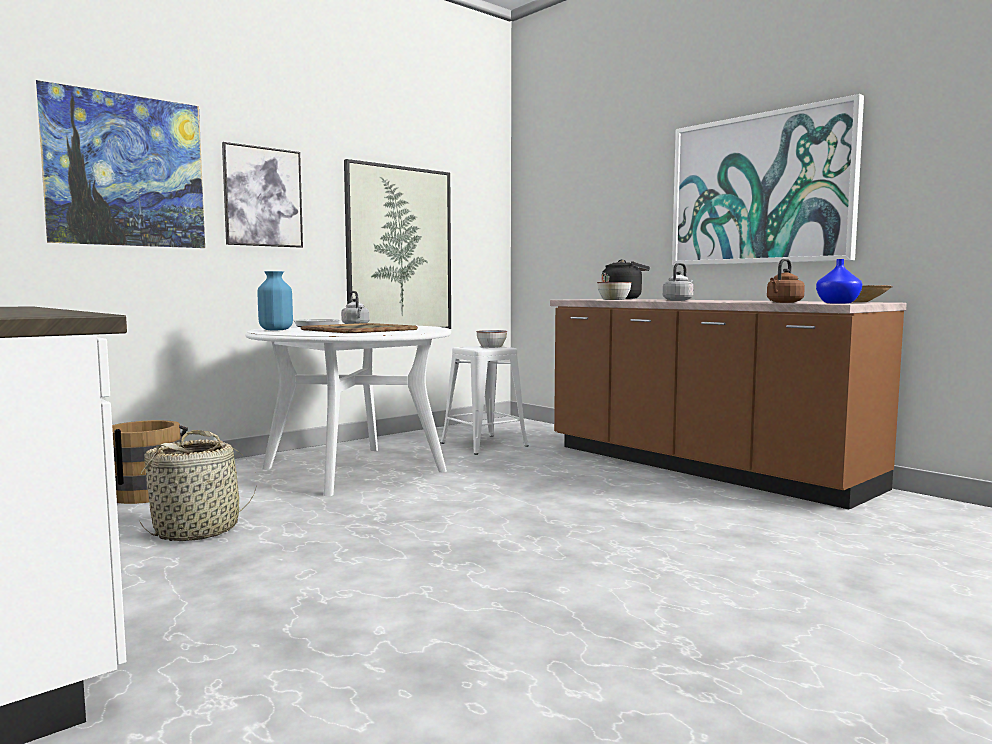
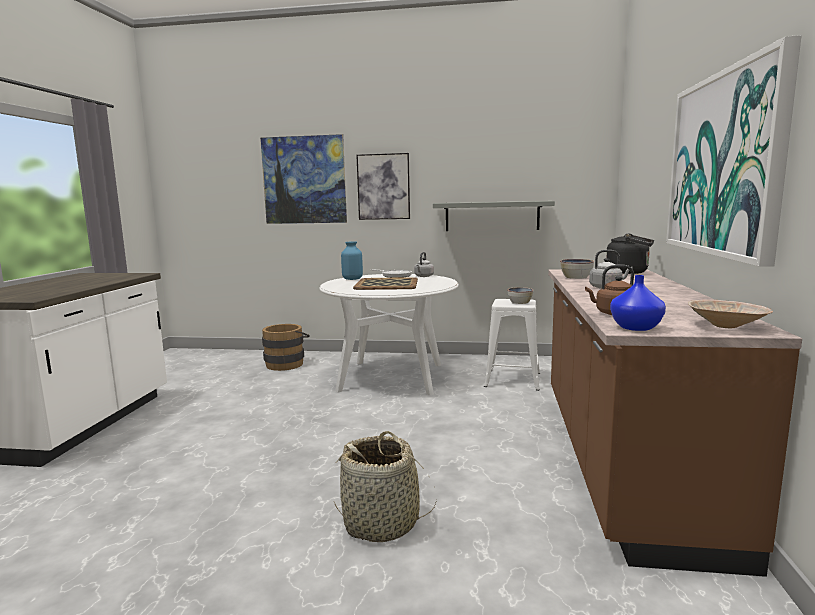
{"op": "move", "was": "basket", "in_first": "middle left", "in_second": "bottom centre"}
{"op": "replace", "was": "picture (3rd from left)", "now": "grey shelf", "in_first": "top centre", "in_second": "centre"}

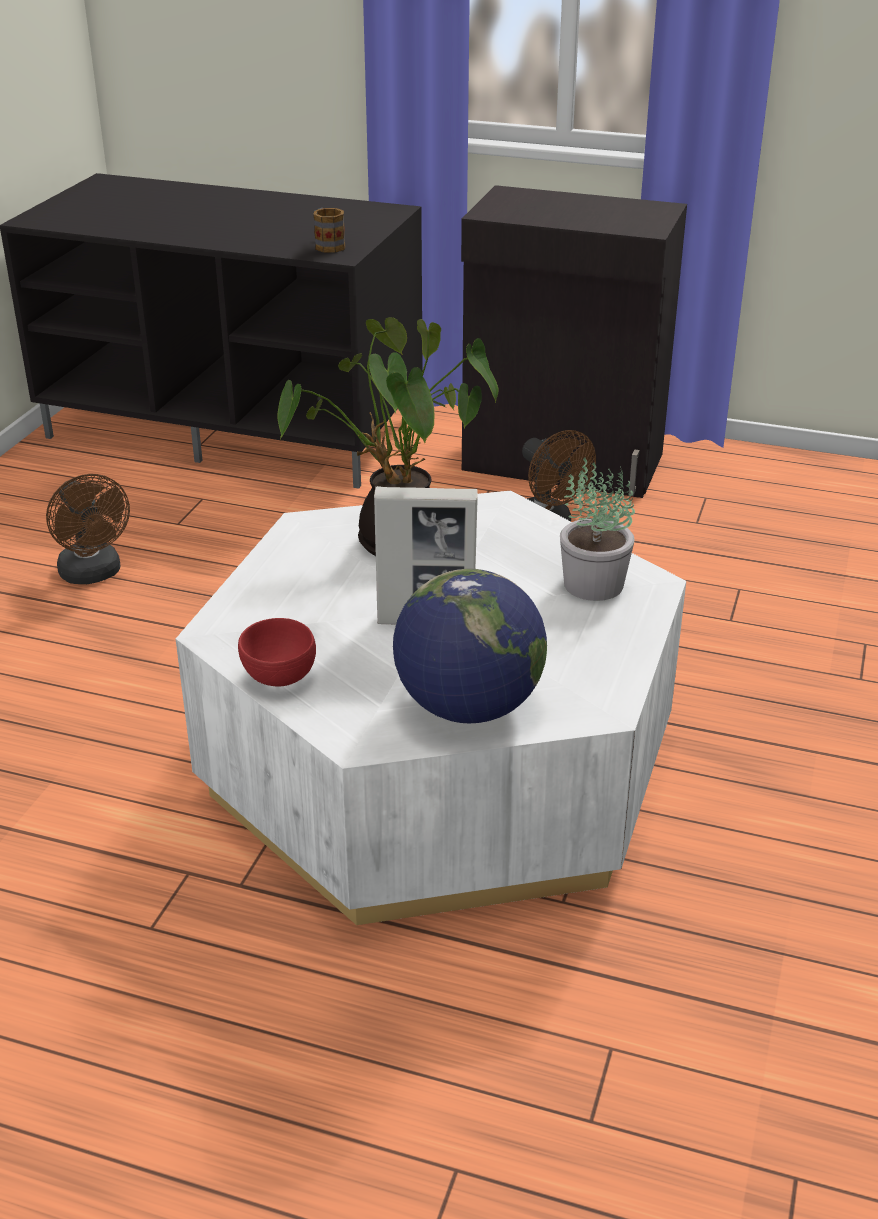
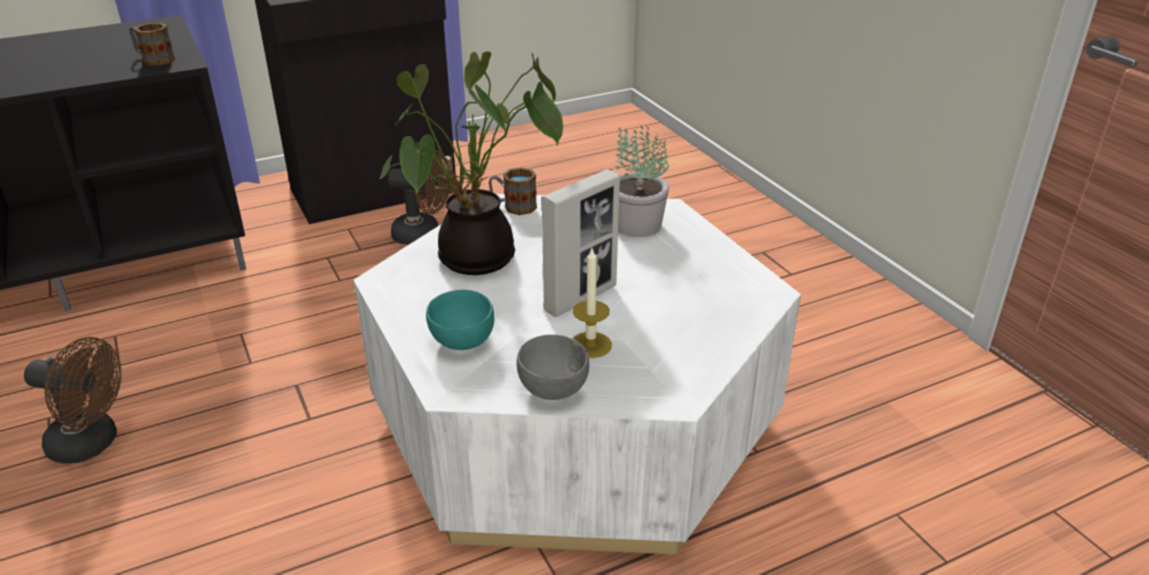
{"op": "delete", "was": "globe", "in_first": "centre"}
{"op": "insert", "now": "turquoise bowl", "in_second": "centre"}
{"op": "insert", "now": "mug (2nd from left)", "in_second": "top centre"}
{"op": "insert", "now": "candle", "in_second": "centre"}
{"op": "recolor", "was": "red bowl", "now": "grey bowl", "in_first": "middle left", "in_second": "centre"}

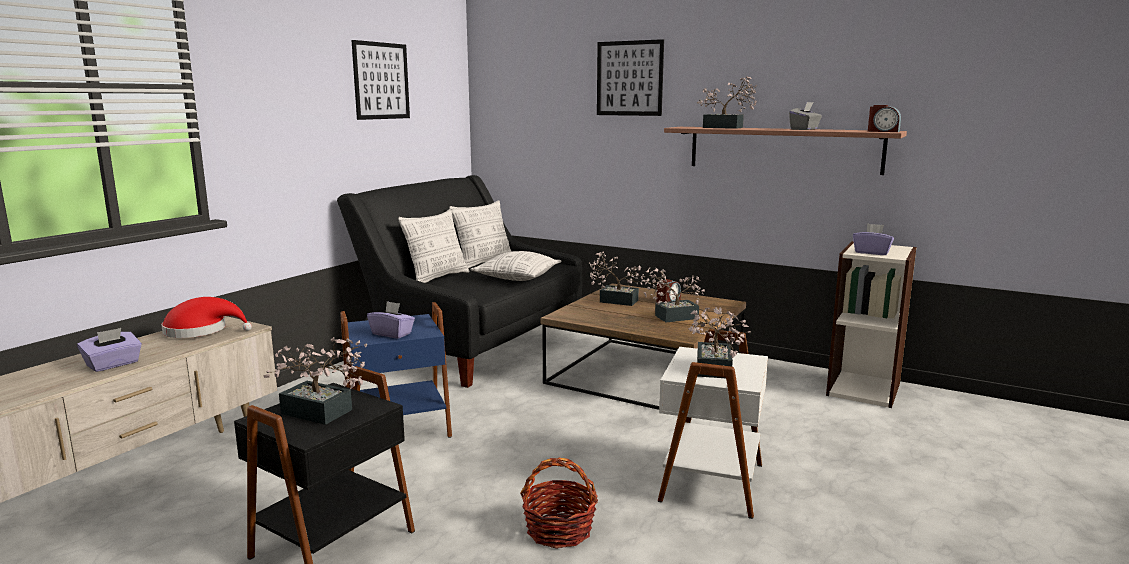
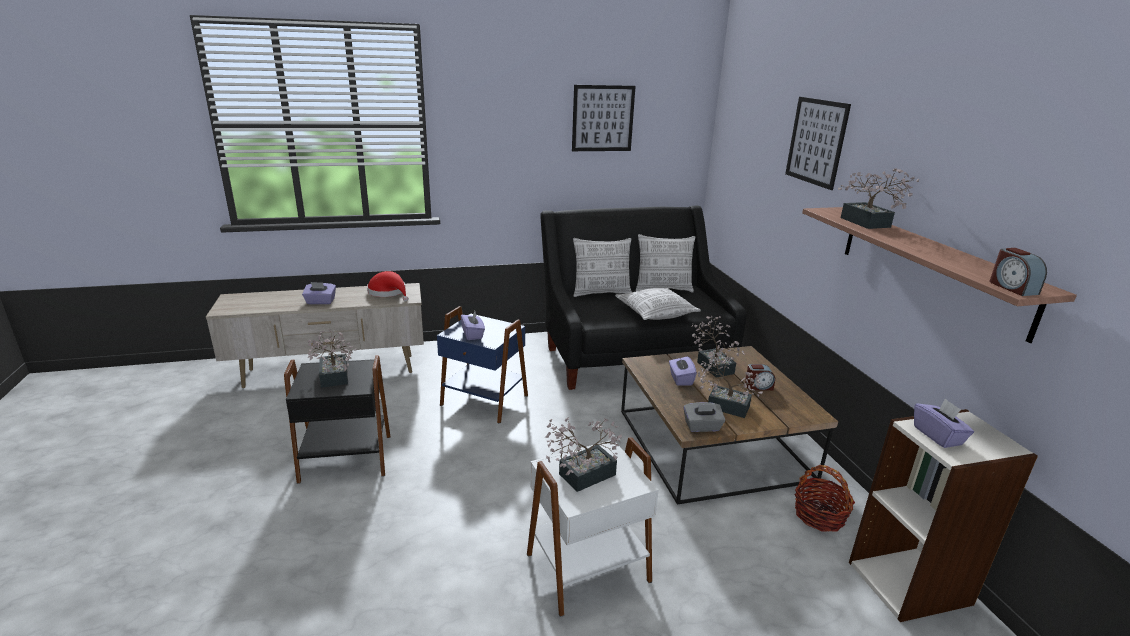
{"op": "insert", "now": "purple tissue box (3rd from left)", "in_second": "centre"}
{"op": "move", "was": "basket", "in_first": "bottom centre", "in_second": "bottom right"}
{"op": "move", "was": "grey tissue box", "in_first": "top right", "in_second": "centre"}

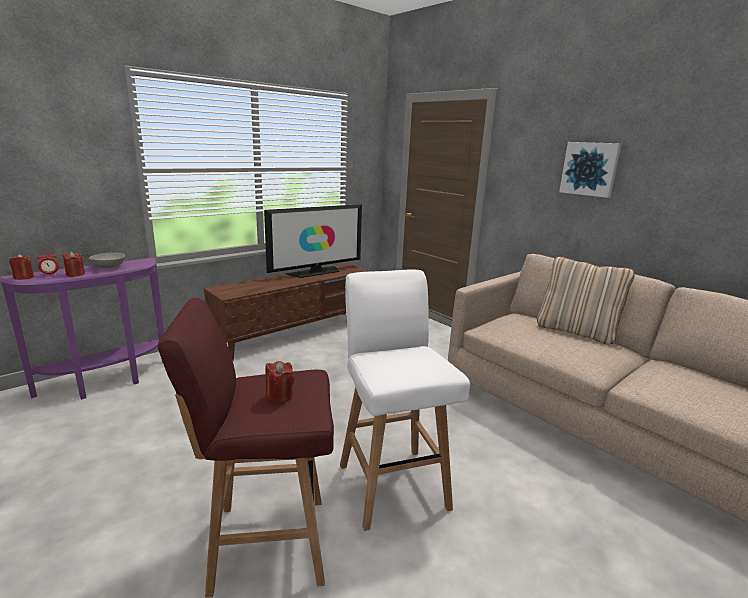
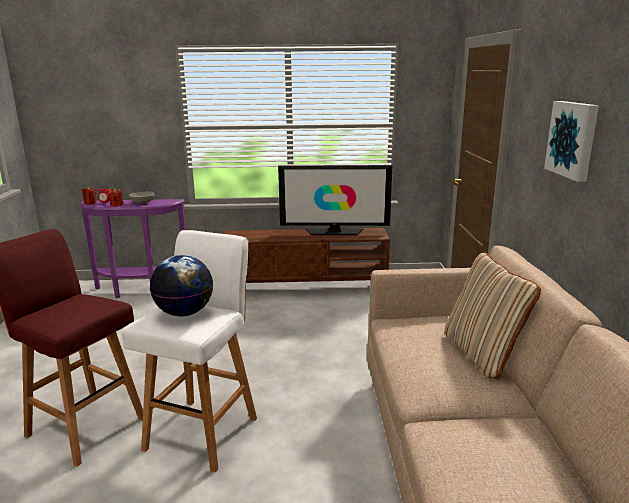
{"op": "delete", "was": "red candle (3rd from left)", "in_first": "centre"}
{"op": "insert", "now": "globe", "in_second": "middle left"}

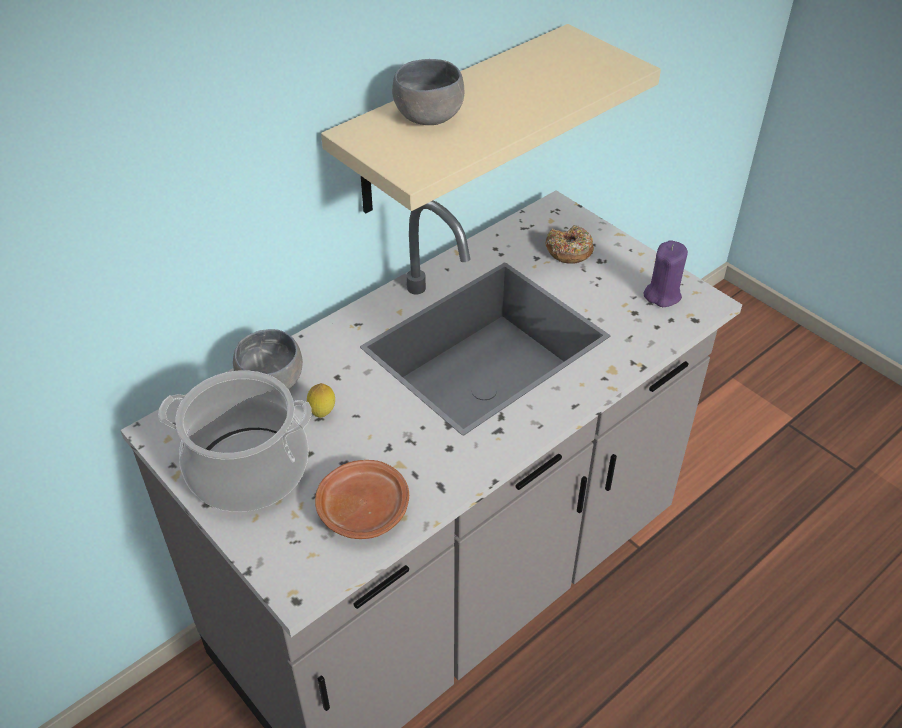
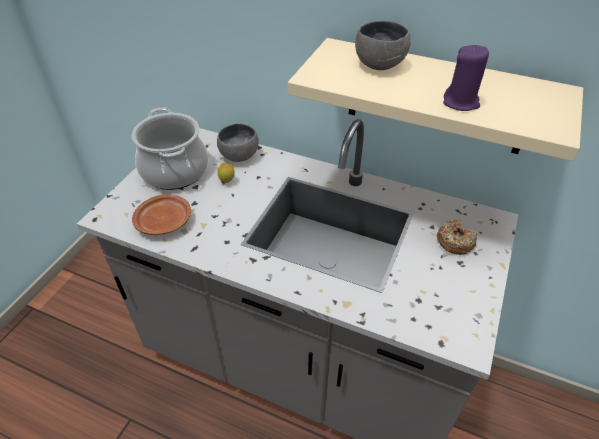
{"op": "move", "was": "purple candle", "in_first": "middle right", "in_second": "top right"}

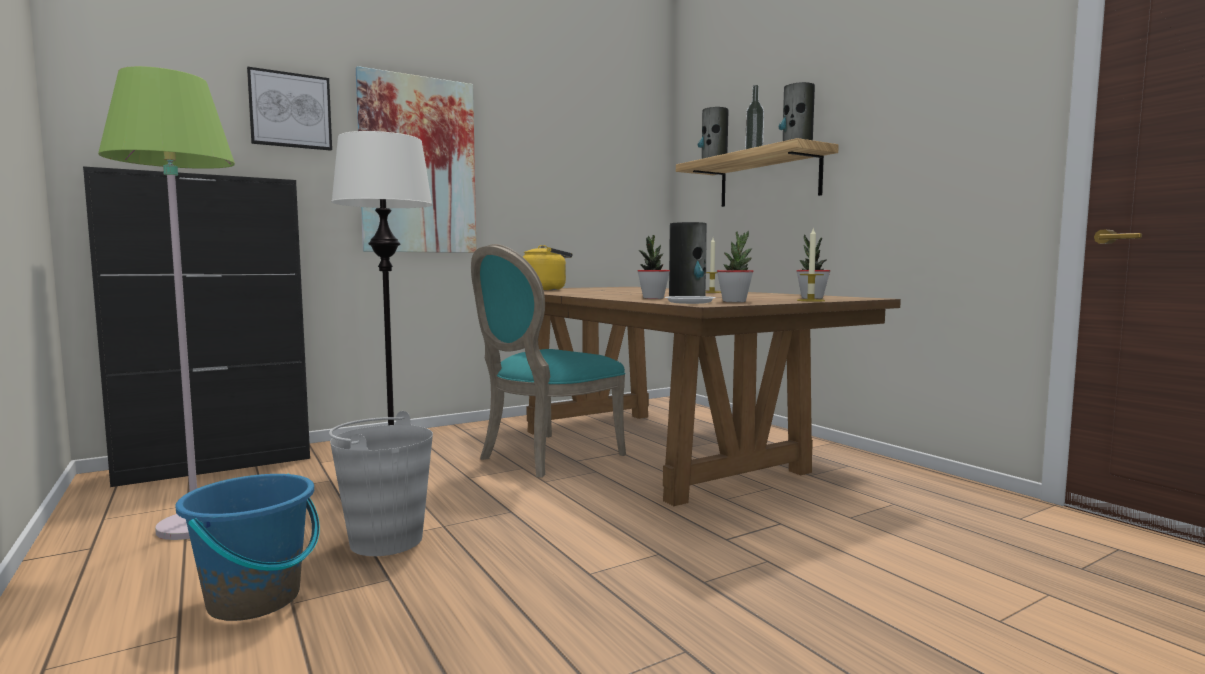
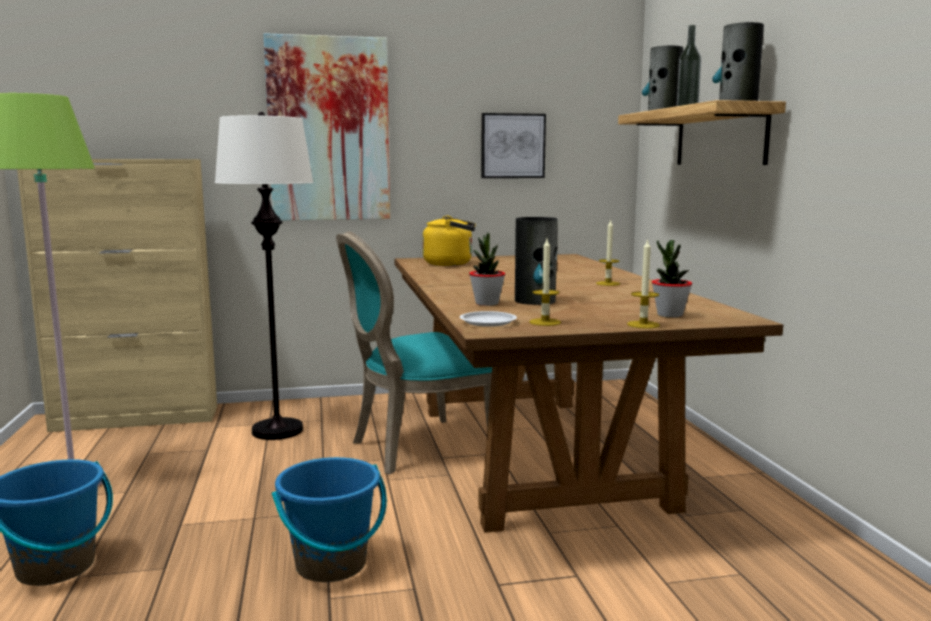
{"op": "delete", "was": "grey bucket", "in_first": "bottom left"}
{"op": "insert", "now": "blue bucket (2nd from left)", "in_second": "bottom centre"}
{"op": "move", "was": "picture (1st from left in the first image)", "now": "picture (2nd from left)", "in_first": "top left", "in_second": "top centre"}
{"op": "replace", "was": "potted plant (2nd from left)", "now": "candle (1st from left)", "in_first": "centre", "in_second": "centre"}
{"op": "recolor", "was": "black cabinet", "now": "beige cabinet", "in_first": "middle left", "in_second": "middle left"}

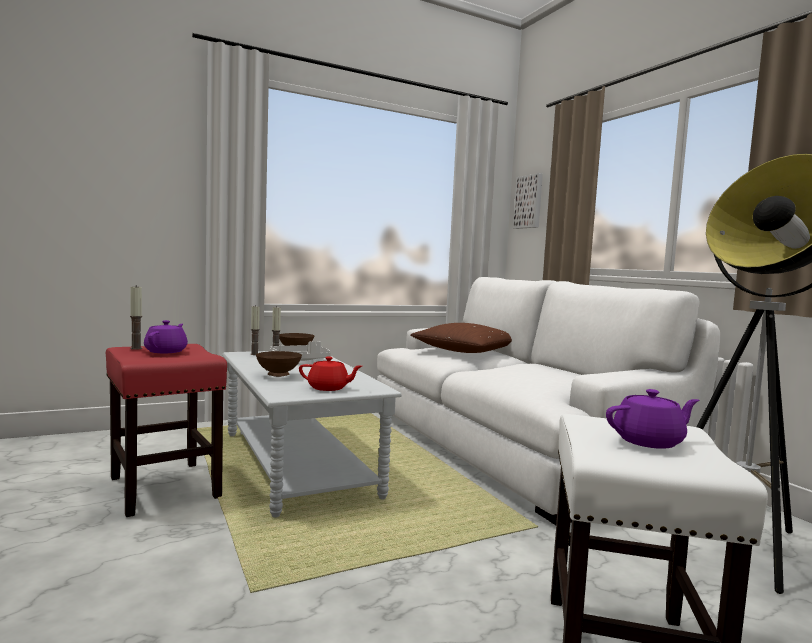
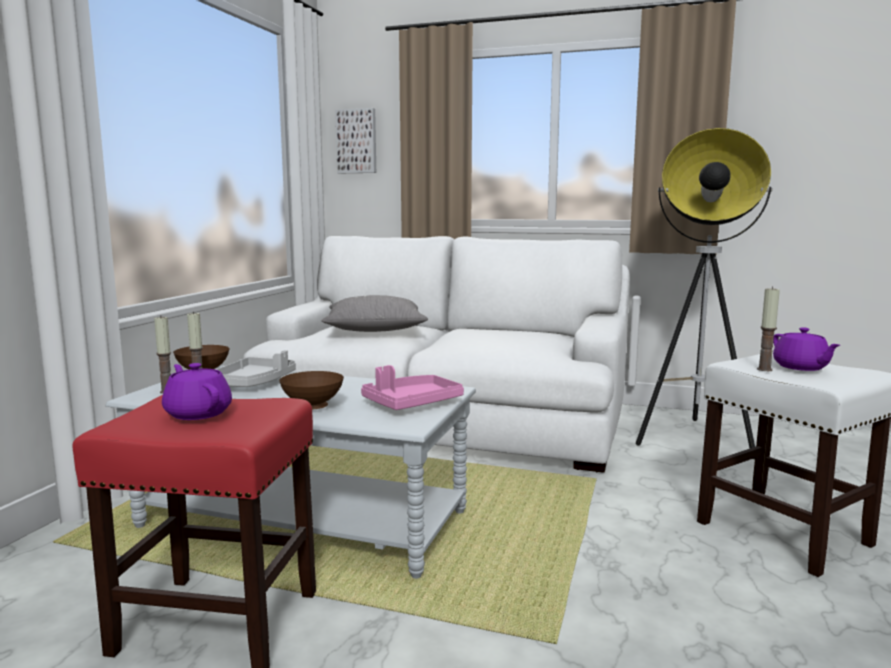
{"op": "move", "was": "candle (1st from left in the first image)", "now": "candle (3rd from left)", "in_first": "middle left", "in_second": "middle right"}
{"op": "replace", "was": "red teapot", "now": "pink tray", "in_first": "centre", "in_second": "centre"}
{"op": "recolor", "was": "brown pillow", "now": "grey pillow", "in_first": "centre", "in_second": "centre"}
{"op": "rotate", "was": "purple teapot (2nd from left)", "in_first": "middle right", "in_second": "middle right", "clockwise": 135}

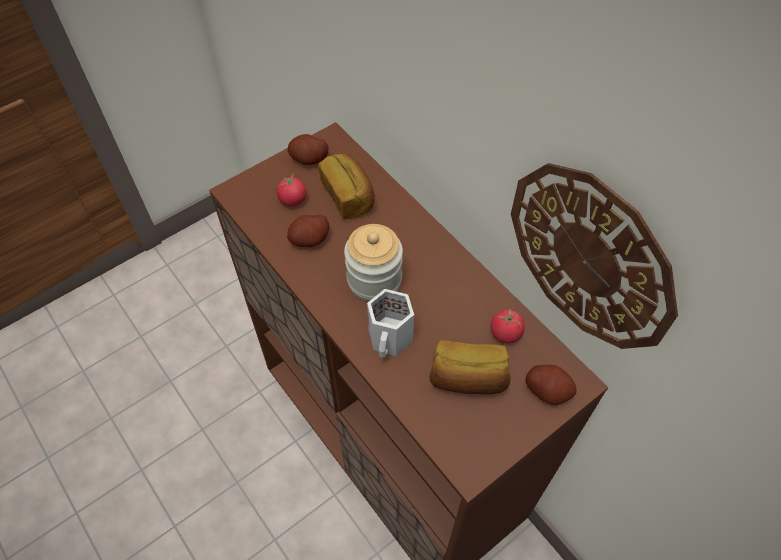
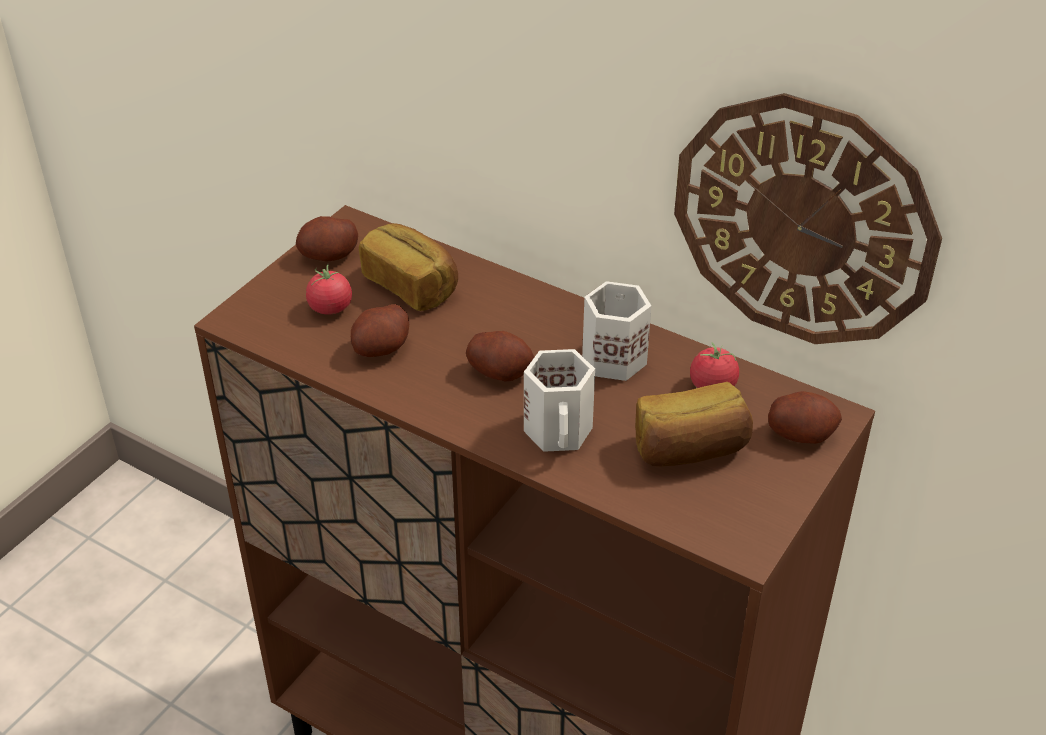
{"op": "insert", "now": "white mug (2nd from left)", "in_second": "centre"}
{"op": "replace", "was": "jar", "now": "potato (3rd from left)", "in_first": "centre", "in_second": "centre"}

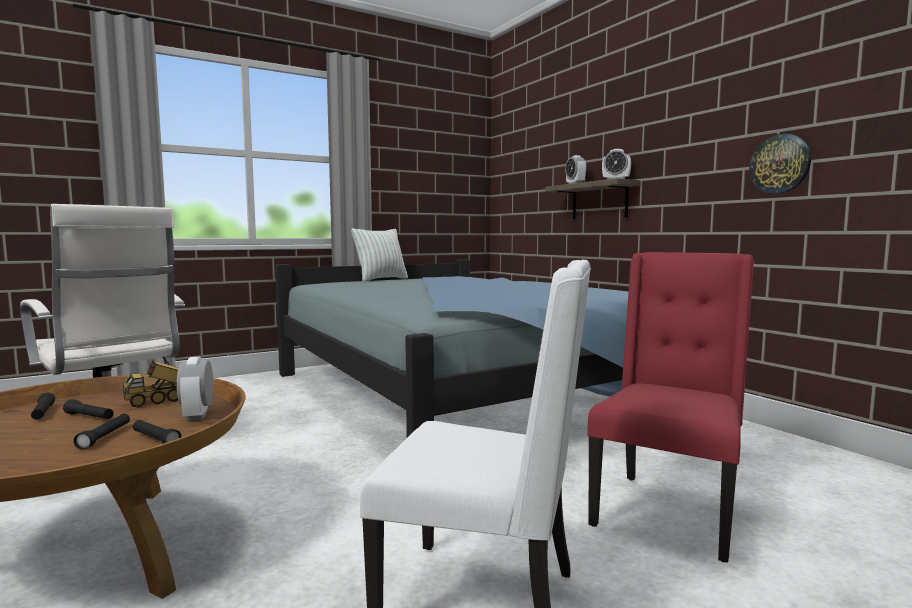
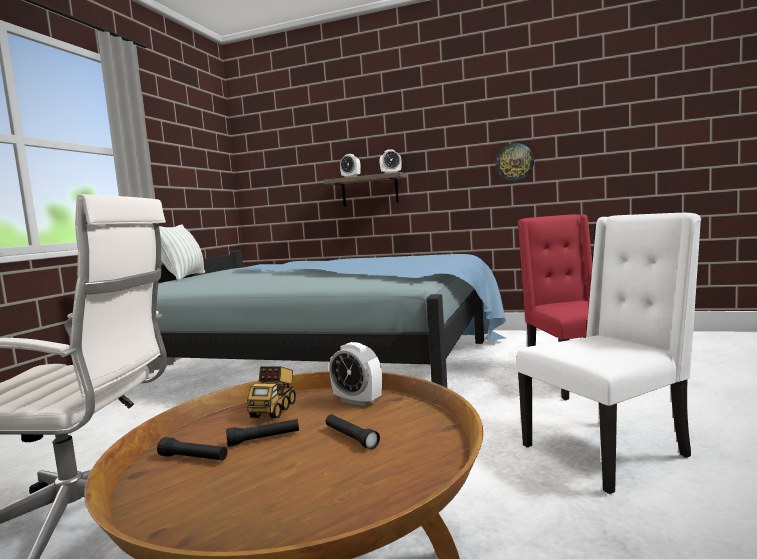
{"op": "delete", "was": "black flashlight (4th from left)", "in_first": "bottom left"}

